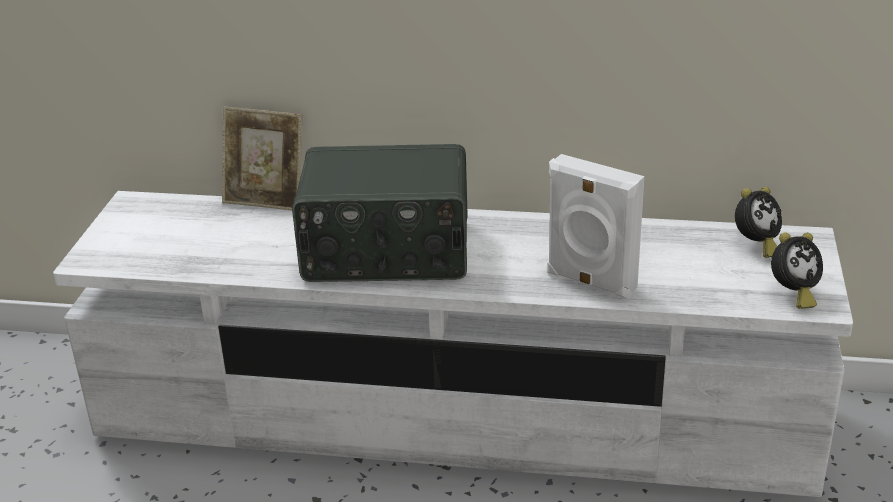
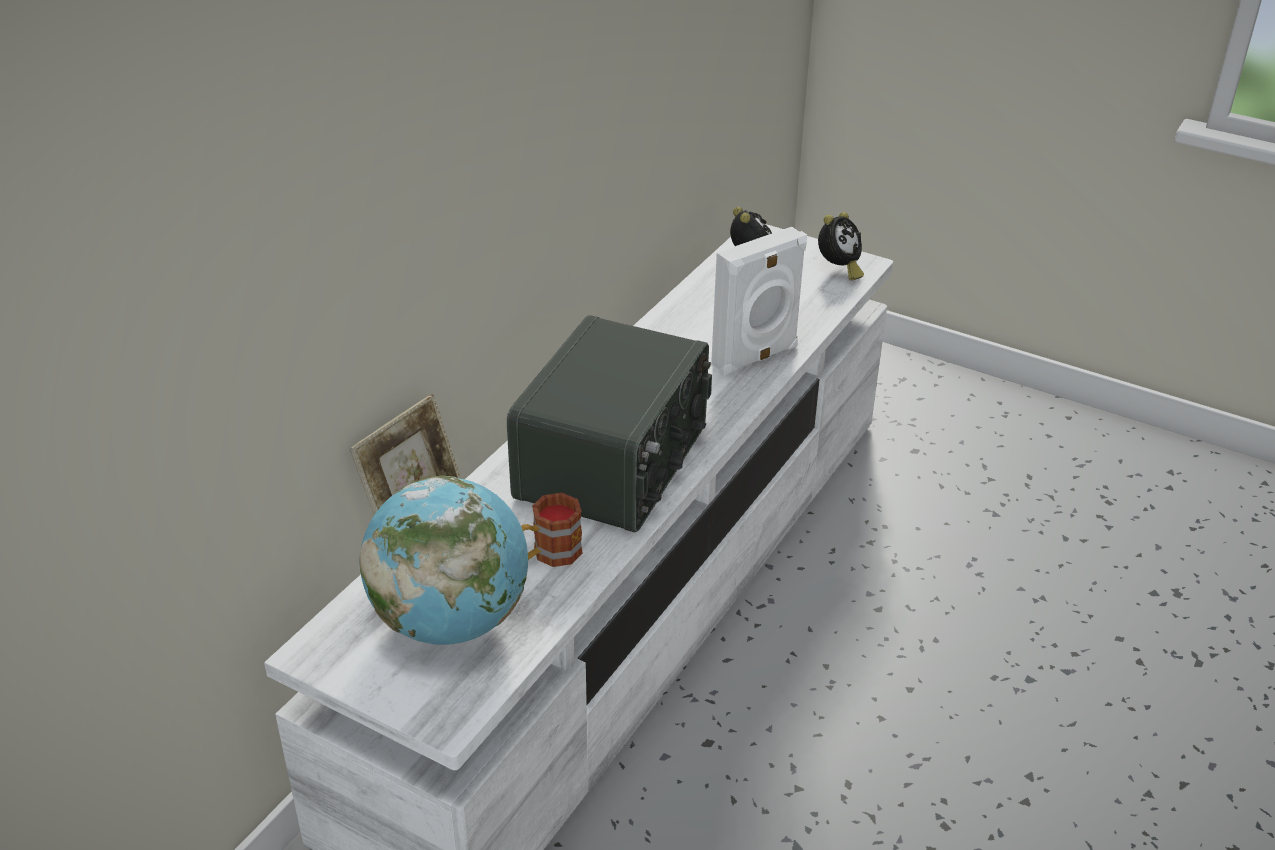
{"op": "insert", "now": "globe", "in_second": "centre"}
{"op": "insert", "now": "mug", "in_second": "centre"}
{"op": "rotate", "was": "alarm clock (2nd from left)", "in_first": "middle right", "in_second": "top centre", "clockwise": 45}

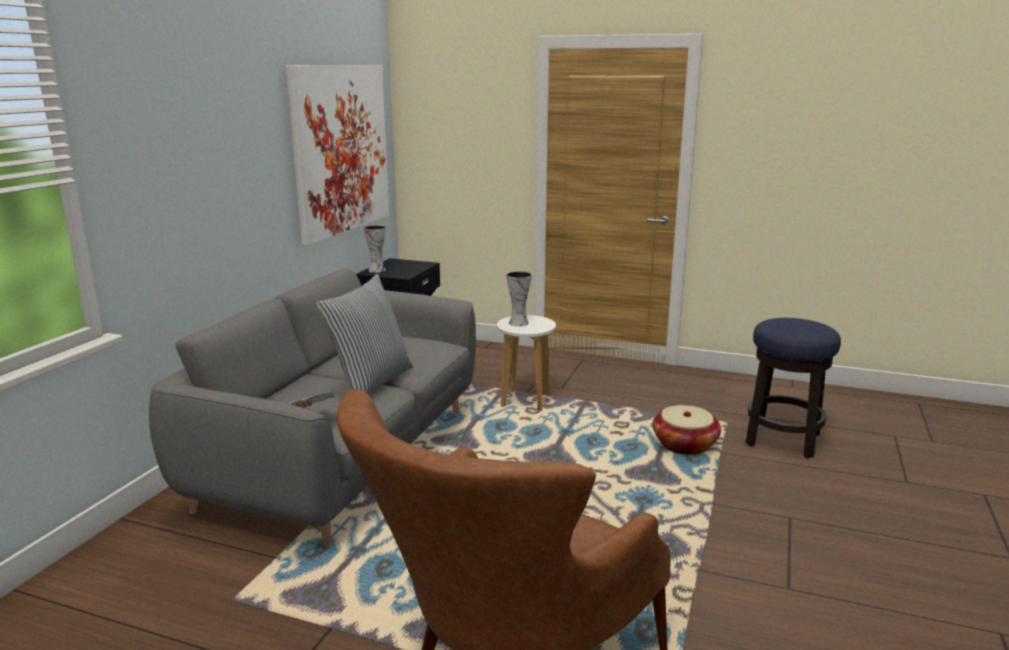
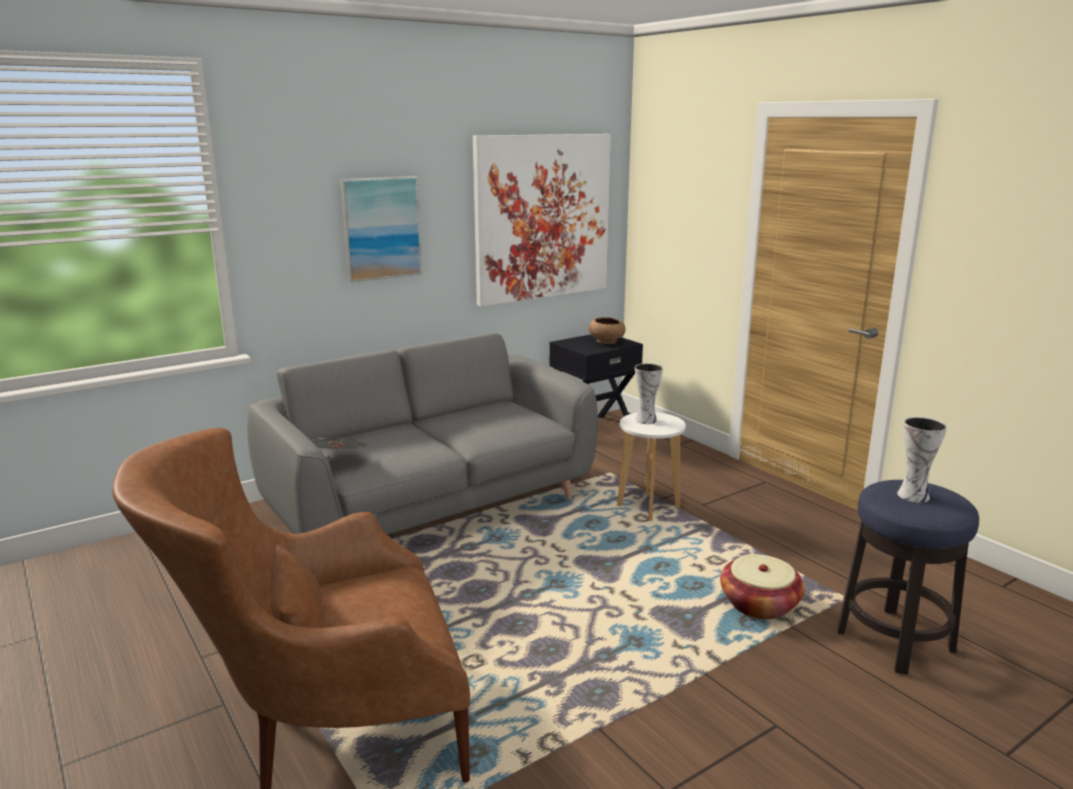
{"op": "delete", "was": "pillow", "in_first": "centre"}
{"op": "insert", "now": "picture (1st from left)", "in_second": "top centre"}
{"op": "insert", "now": "brown bowl", "in_second": "centre"}
{"op": "move", "was": "vase (1st from left in the first image)", "now": "vase (2nd from left)", "in_first": "centre", "in_second": "middle right"}

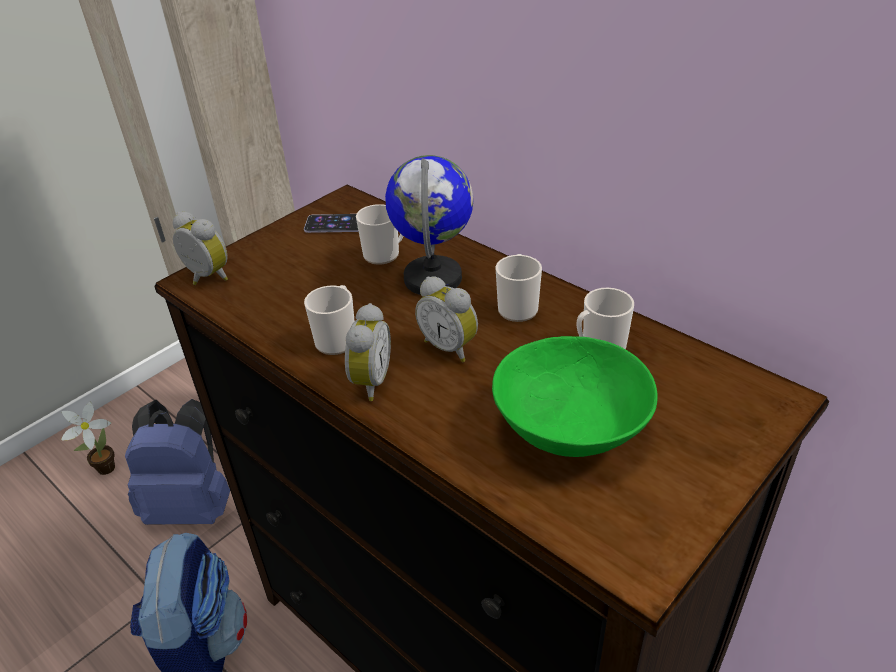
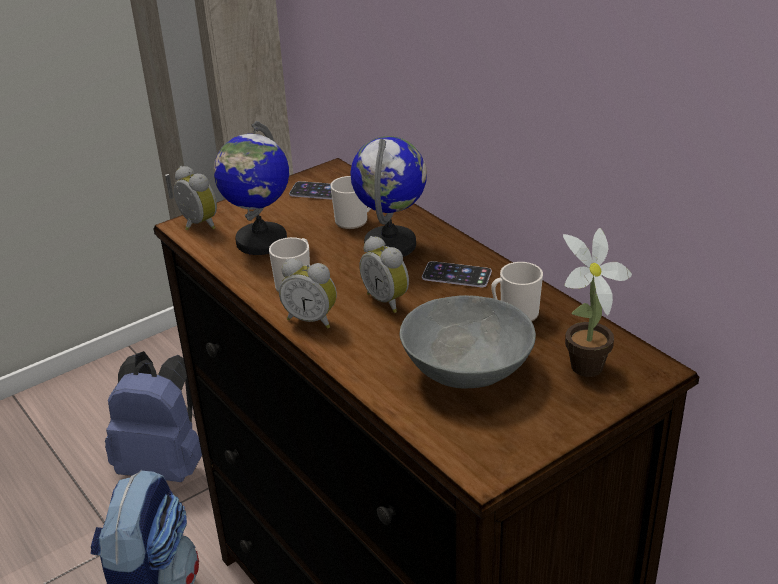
{"op": "insert", "now": "globe (1st from left)", "in_second": "top left"}
{"op": "move", "was": "potted plant", "in_first": "middle left", "in_second": "middle right"}
{"op": "replace", "was": "mug (3rd from left)", "now": "phone (2nd from left)", "in_first": "centre", "in_second": "centre"}
{"op": "recolor", "was": "green bowl", "now": "grey bowl", "in_first": "centre", "in_second": "centre"}
{"op": "rotate", "was": "alarm clock (2nd from left)", "in_first": "centre", "in_second": "centre", "clockwise": 90}

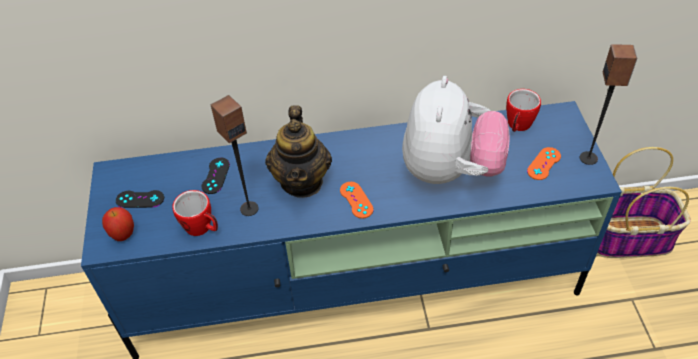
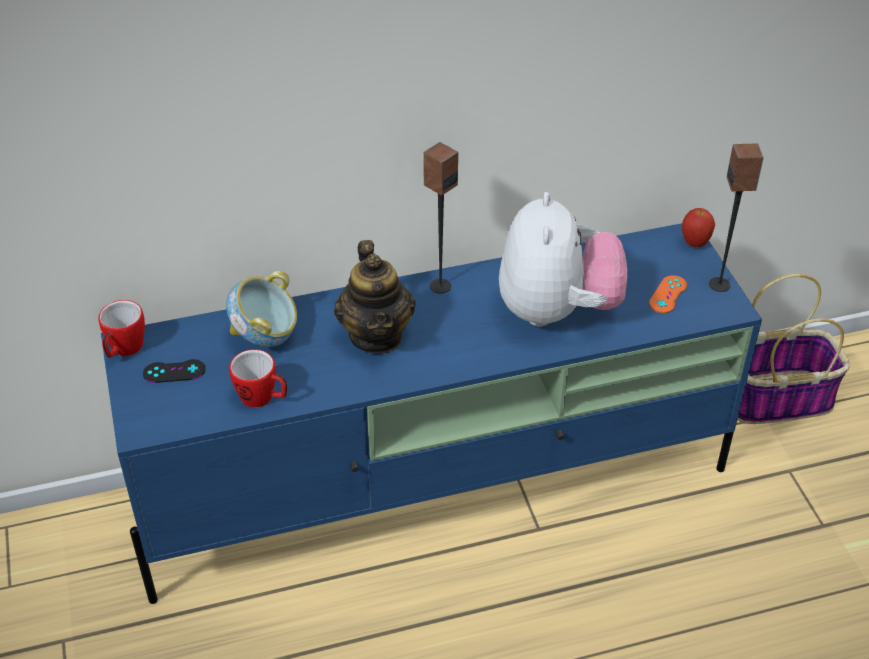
{"op": "delete", "was": "orange game controller (1st from left)", "in_first": "centre"}
{"op": "move", "was": "apple", "in_first": "middle left", "in_second": "middle right"}
{"op": "move", "was": "speaker (1st from left)", "in_first": "centre", "in_second": "top centre"}
{"op": "move", "was": "mug (2nd from left in the first image)", "now": "mug (1st from left)", "in_first": "top right", "in_second": "middle left"}
{"op": "replace", "was": "black game controller (2nd from left)", "now": "bowl", "in_first": "middle left", "in_second": "middle left"}

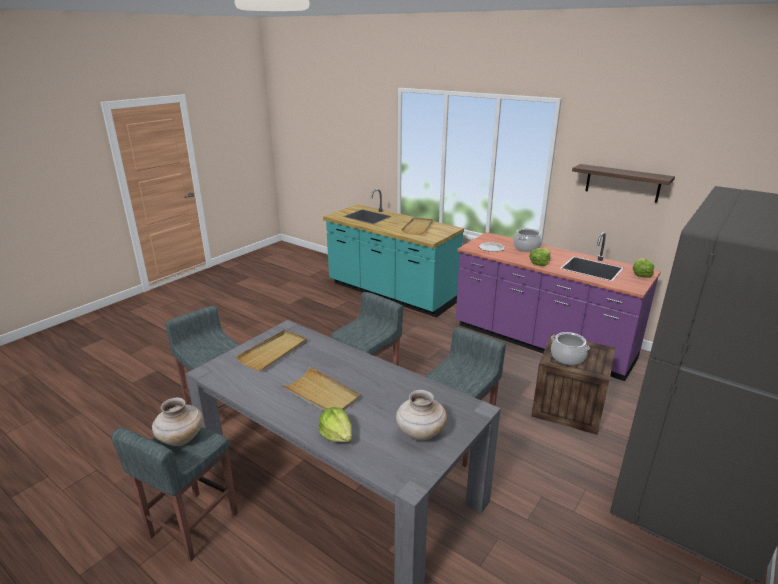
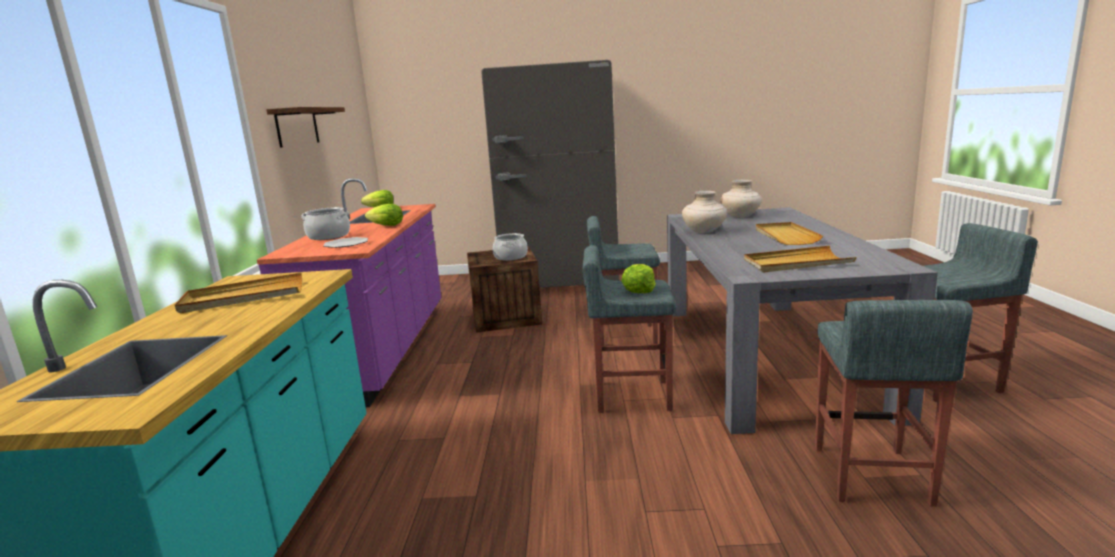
{"op": "move", "was": "beige vase (1st from left)", "in_first": "bottom left", "in_second": "centre"}
{"op": "move", "was": "lettuce (1st from left in the first image)", "now": "lettuce (3rd from left)", "in_first": "bottom centre", "in_second": "centre"}

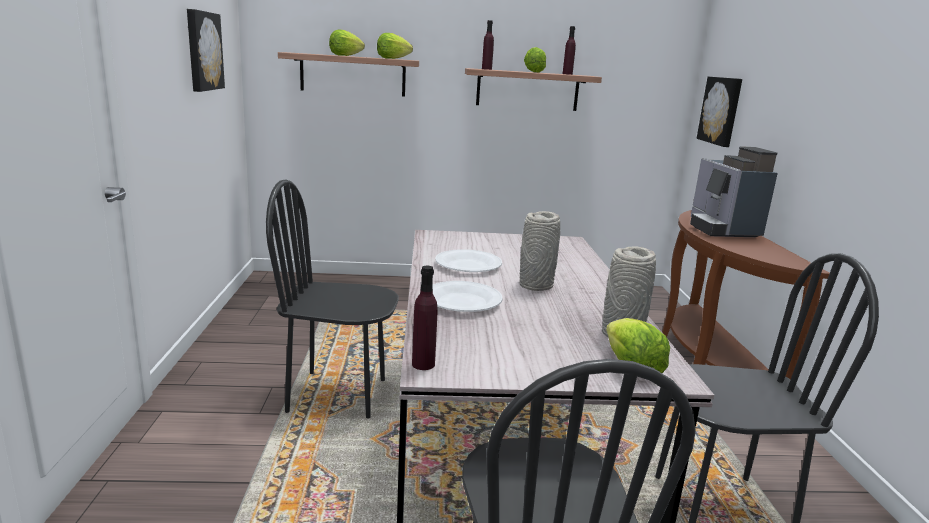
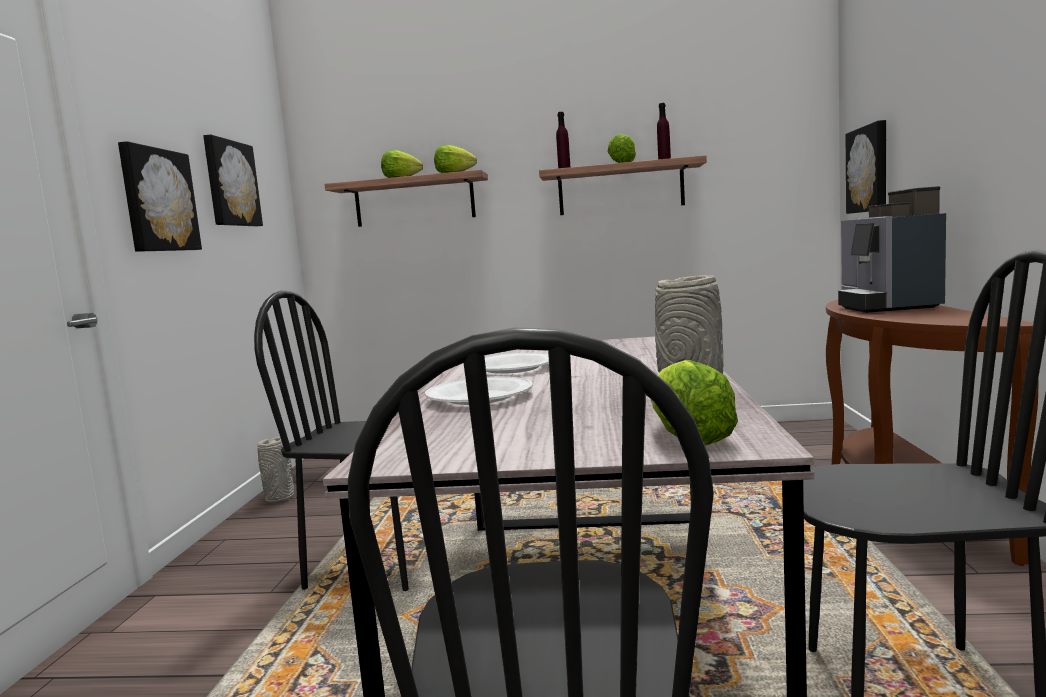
{"op": "delete", "was": "purple bottle (1st from left)", "in_first": "centre"}
{"op": "insert", "now": "picture (1st from left)", "in_second": "top left"}
{"op": "move", "was": "grey vase (1st from left)", "in_first": "centre", "in_second": "bottom left"}

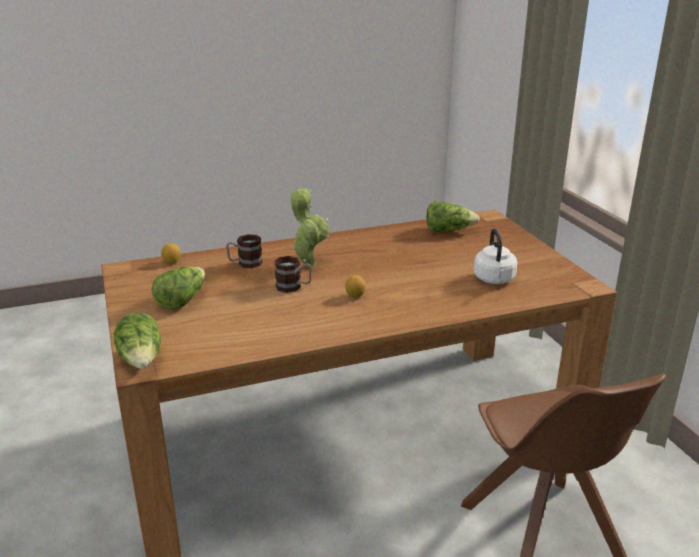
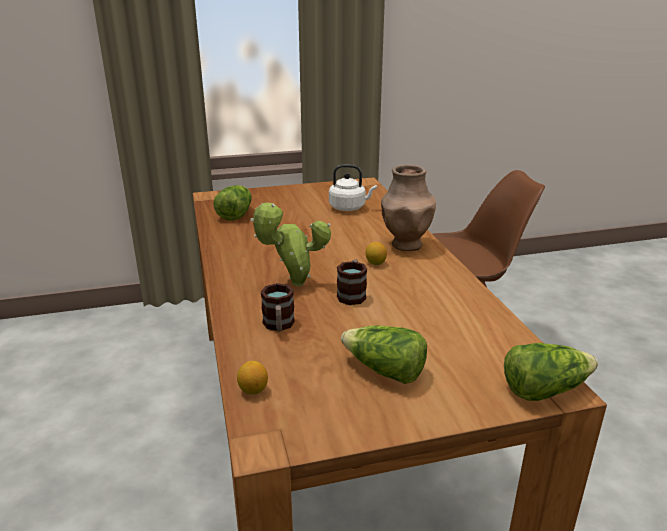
{"op": "insert", "now": "brown vase", "in_second": "centre"}

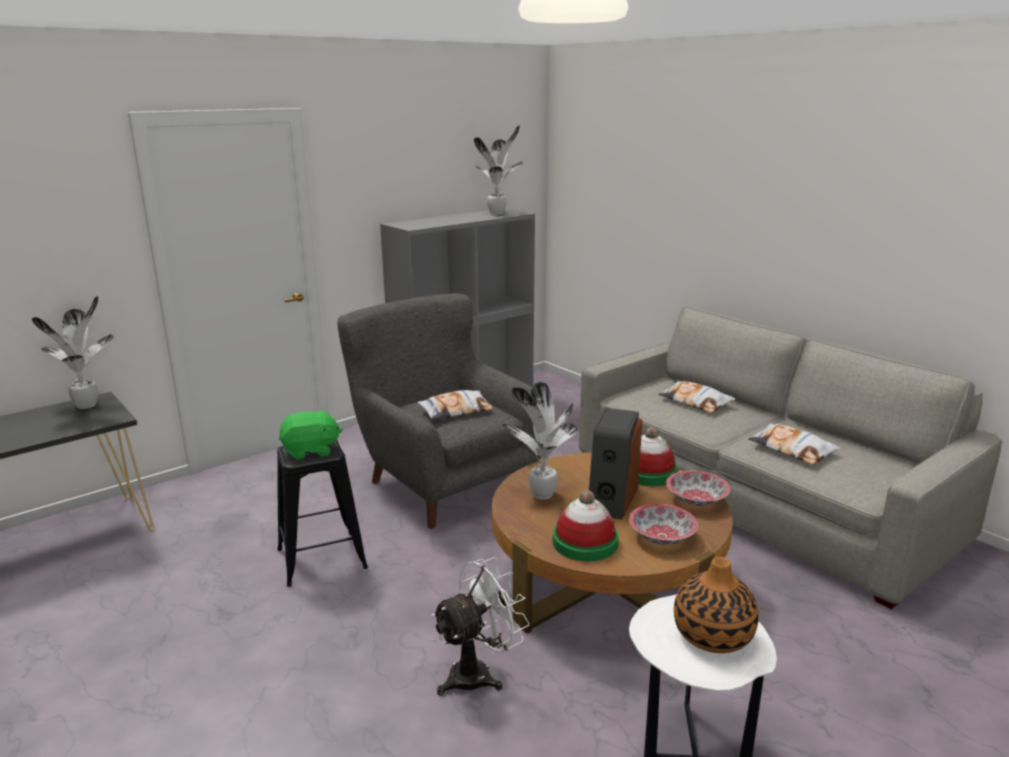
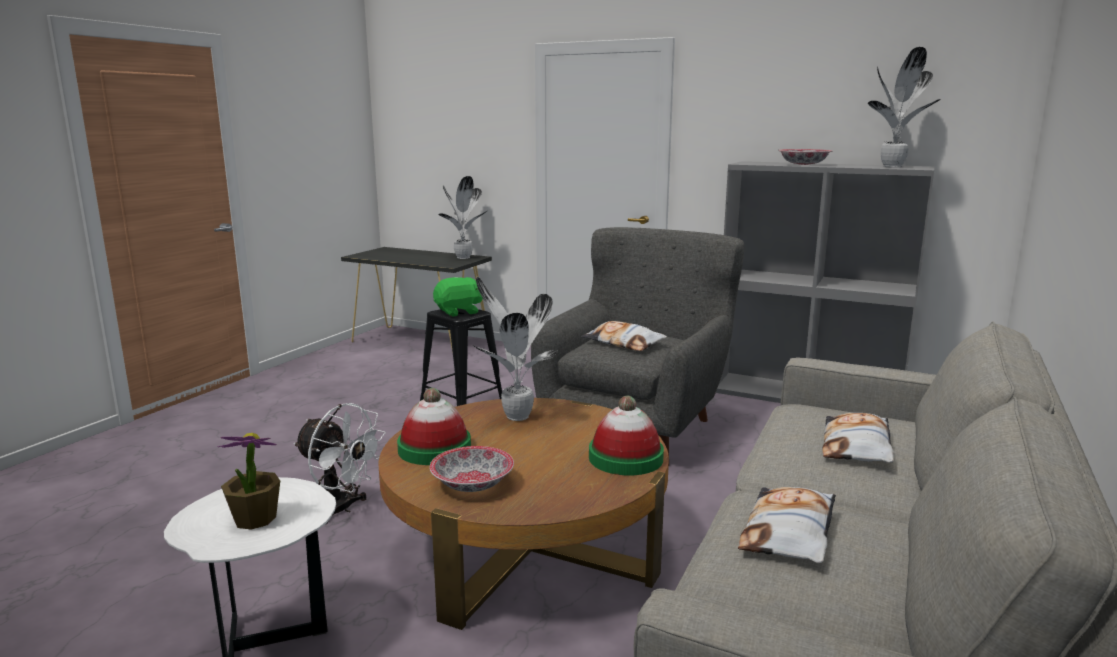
{"op": "delete", "was": "speaker", "in_first": "centre"}
{"op": "move", "was": "bowl (2nd from left)", "in_first": "middle right", "in_second": "top right"}
{"op": "replace", "was": "vase", "now": "potted plant (1st from left)", "in_first": "bottom right", "in_second": "bottom left"}
{"op": "rotate", "was": "green plush toy", "in_first": "middle left", "in_second": "centre", "clockwise": -75}

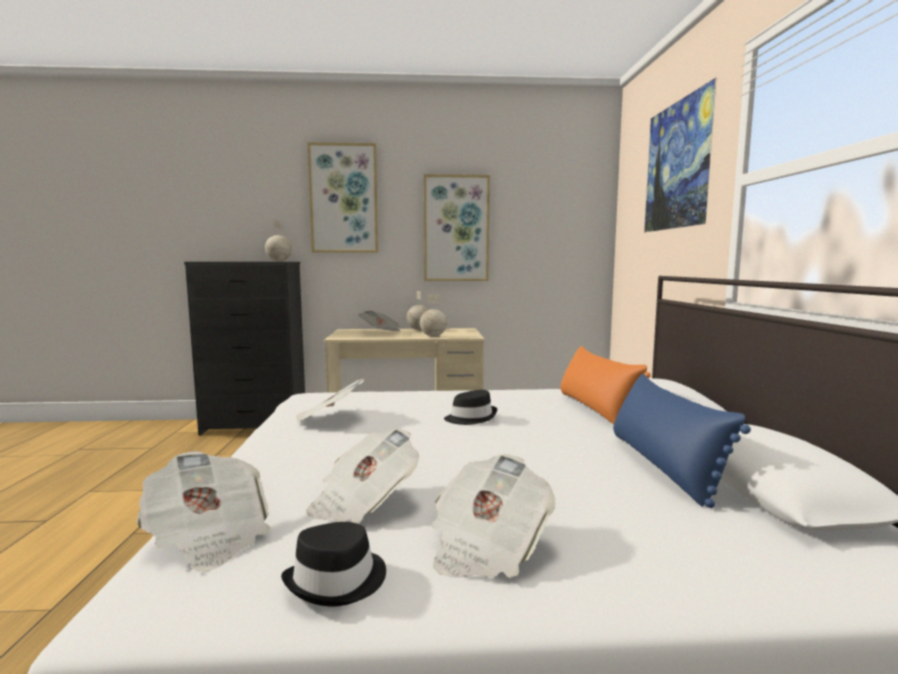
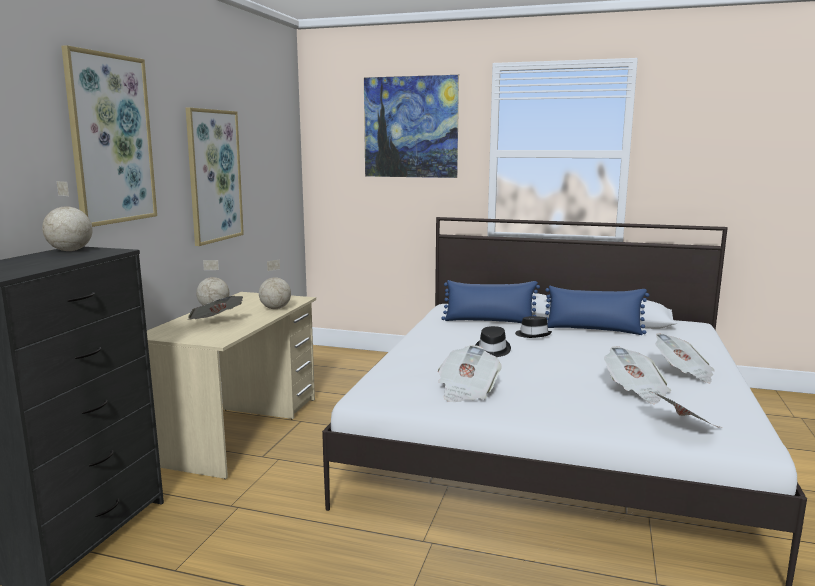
{"op": "move", "was": "black hat (1st from left in the first image)", "now": "black hat (2nd from left)", "in_first": "bottom centre", "in_second": "centre"}
{"op": "recolor", "was": "orange pillow", "now": "blue pillow (1st from left)", "in_first": "middle right", "in_second": "centre"}

